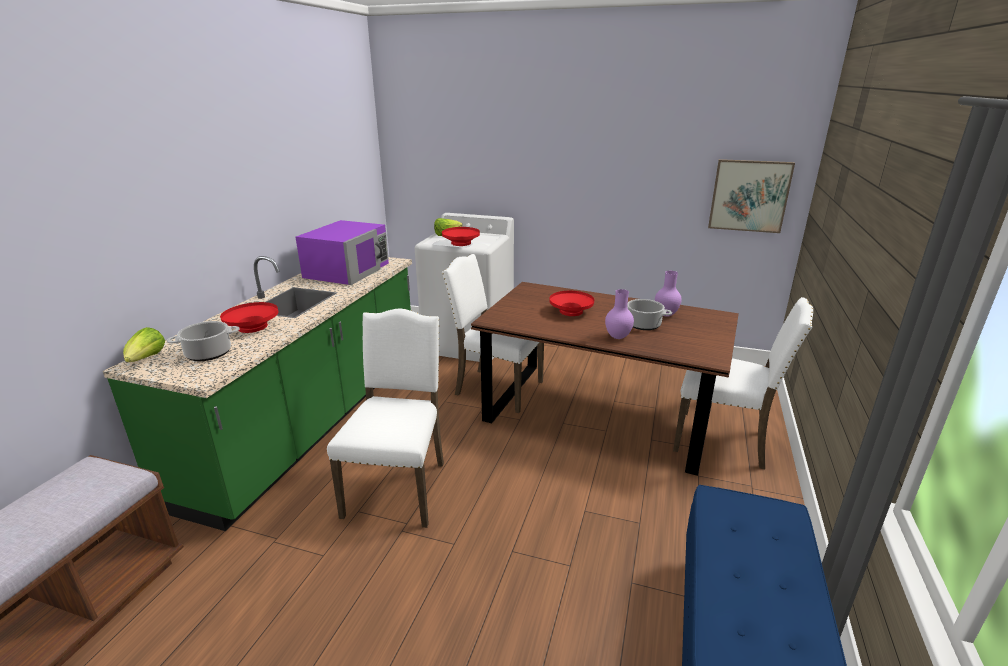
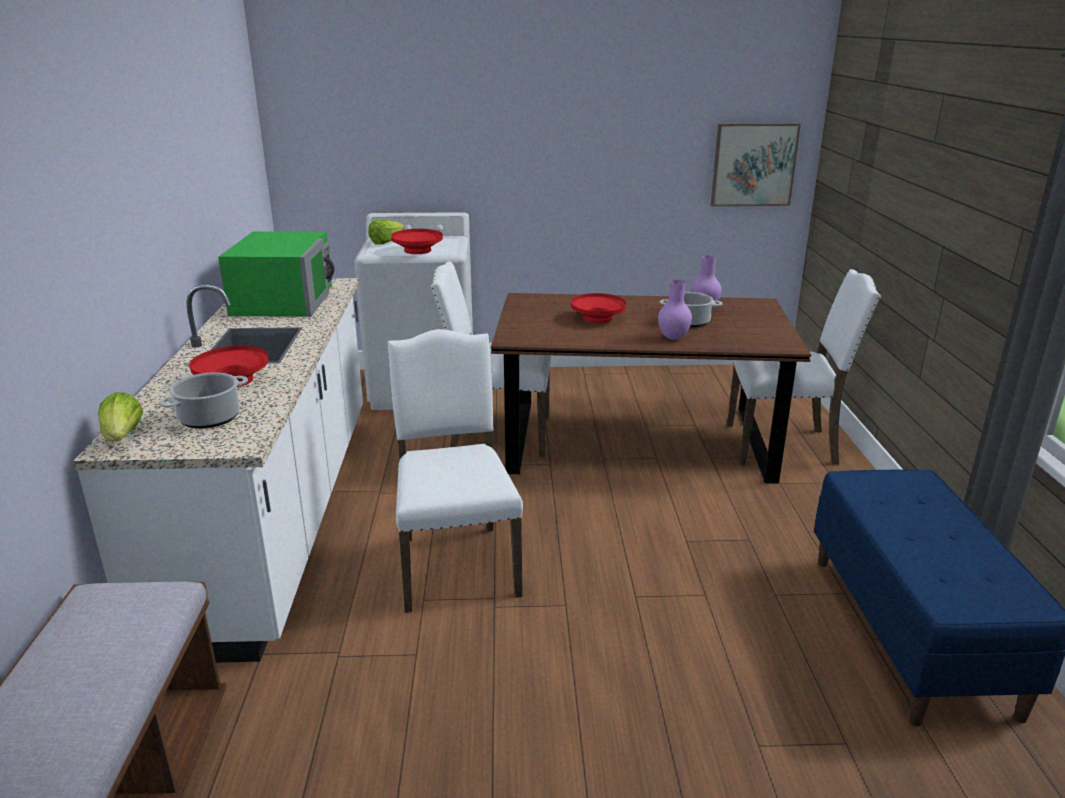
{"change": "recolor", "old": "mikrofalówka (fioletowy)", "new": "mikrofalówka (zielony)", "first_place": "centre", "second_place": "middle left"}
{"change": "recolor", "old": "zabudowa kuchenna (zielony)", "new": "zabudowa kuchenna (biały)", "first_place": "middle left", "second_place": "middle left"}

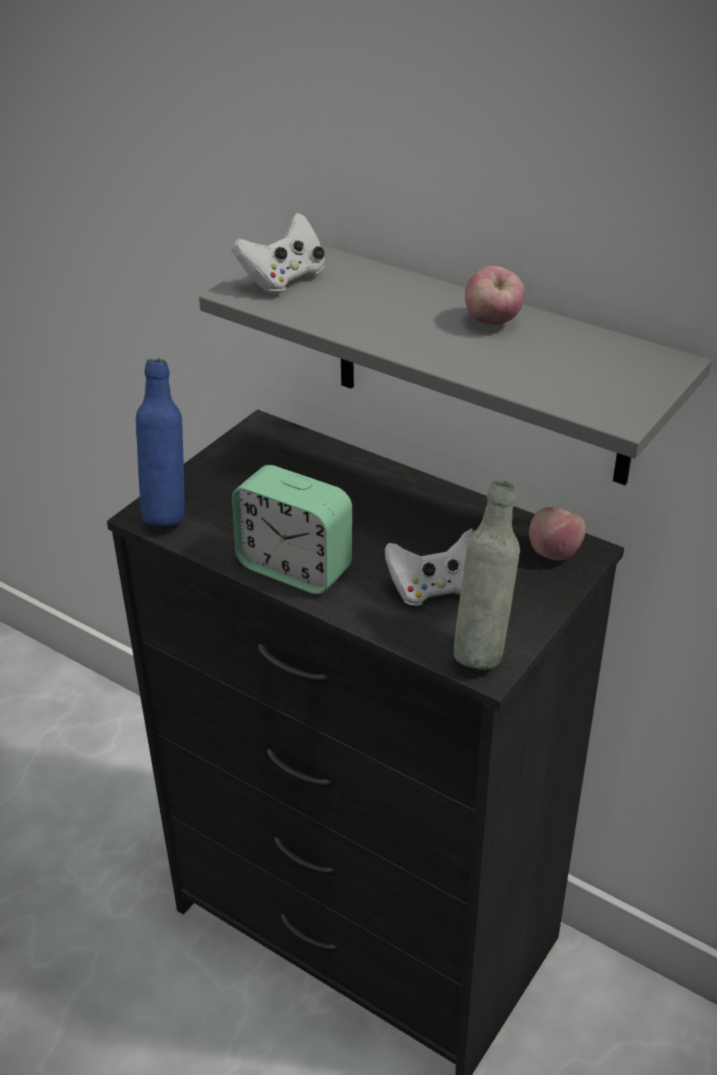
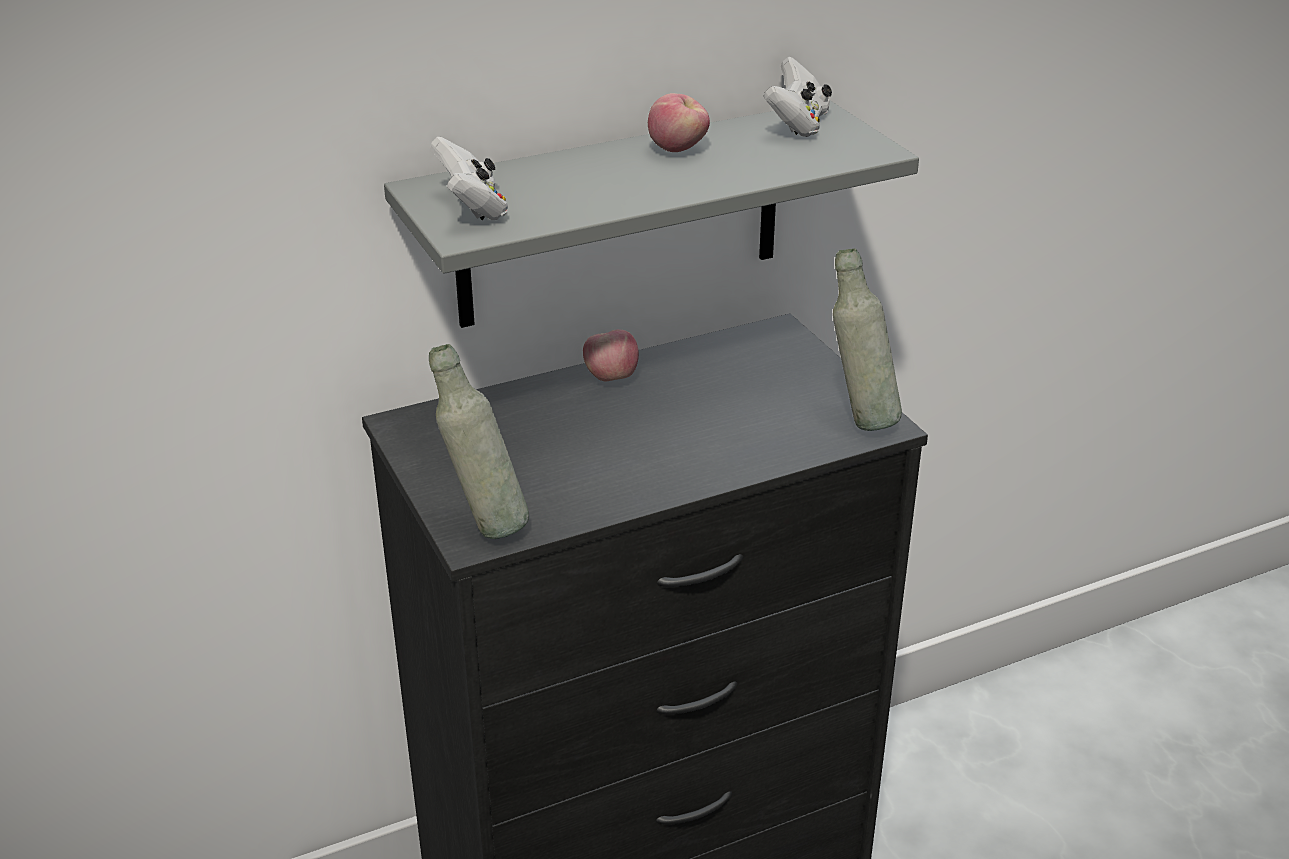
{"change": "recolor", "old": "butelka (niebieski)", "new": "butelka (szary) (1st from left)", "first_place": "middle left", "second_place": "centre"}
{"change": "delete", "old": "budzik", "first_place": "centre"}
{"change": "move", "old": "jabłko (2nd from left in the first image)", "new": "jabłko (1st from left)", "first_place": "middle right", "second_place": "centre"}
{"change": "move", "old": "pad do gier (biały) (2nd from left)", "first_place": "centre", "second_place": "top centre"}

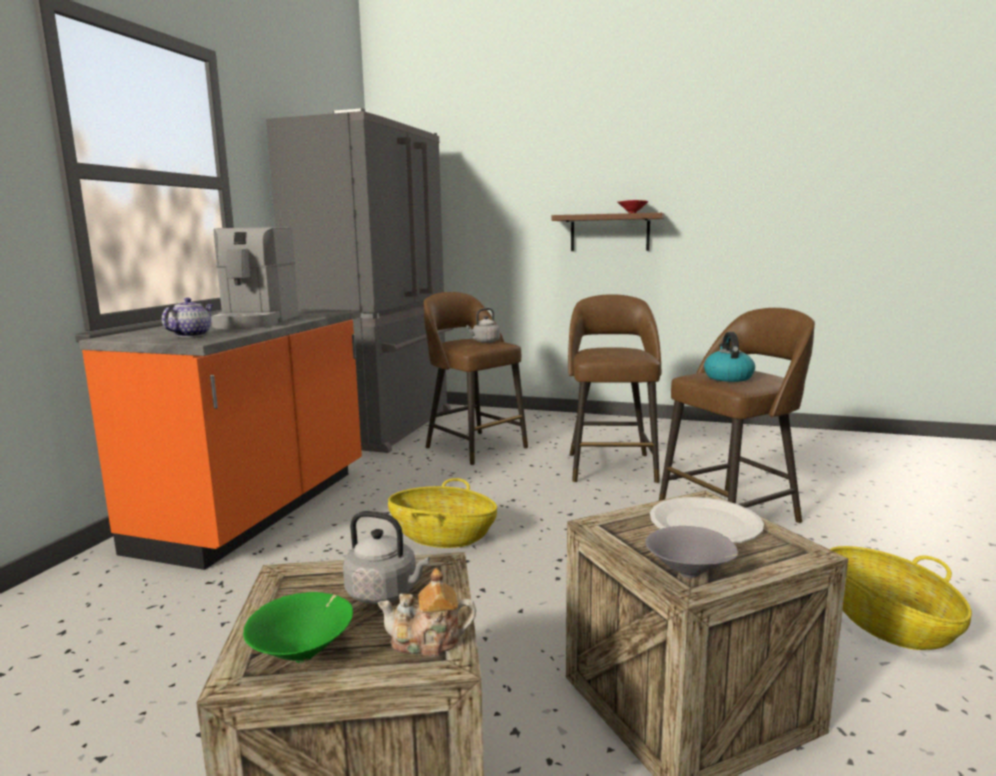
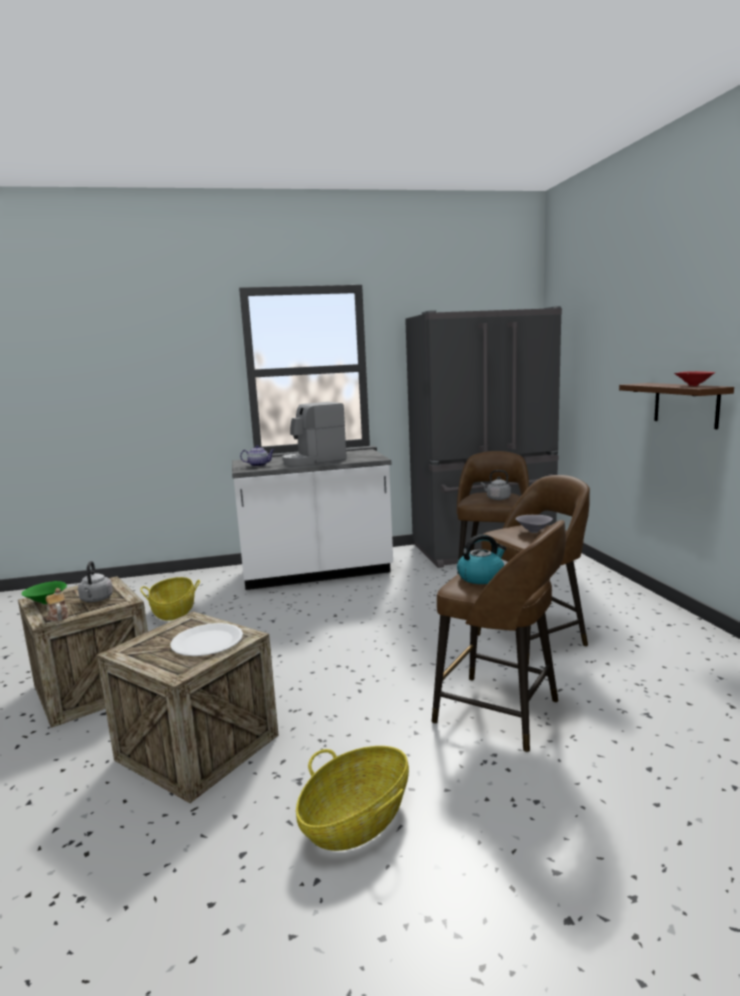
{"change": "recolor", "old": "zabudowa kuchenna (pomarańczowy)", "new": "zabudowa kuchenna (biały)", "first_place": "middle left", "second_place": "centre"}
{"change": "move", "old": "koszyk (1st from left)", "first_place": "centre", "second_place": "middle left"}
{"change": "move", "old": "miska (szary)", "first_place": "bottom right", "second_place": "middle right"}

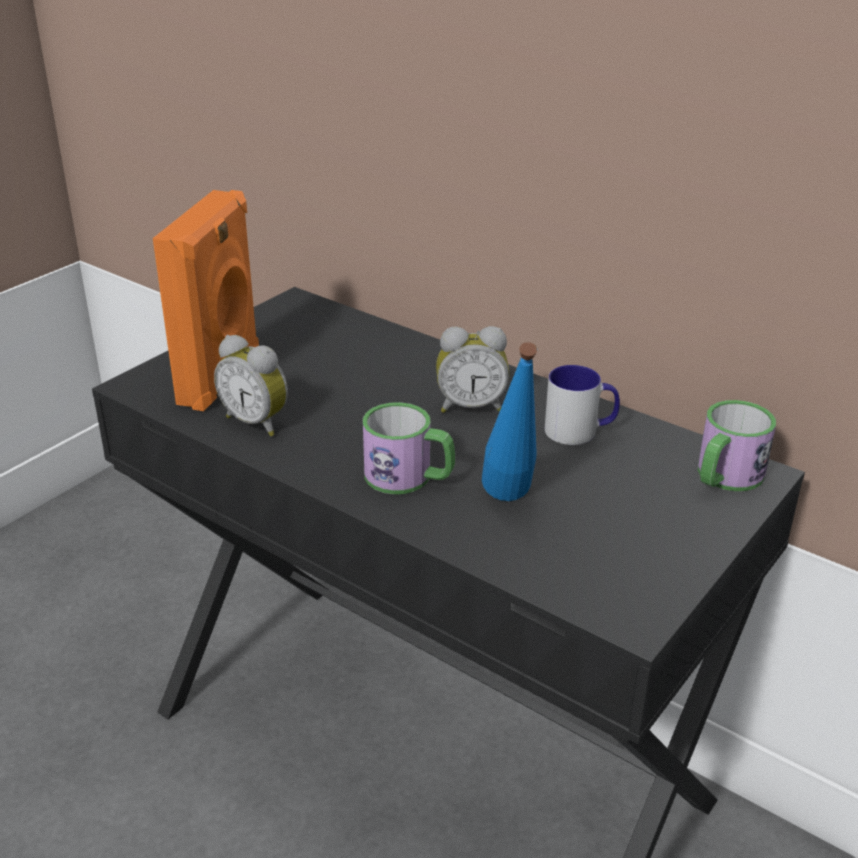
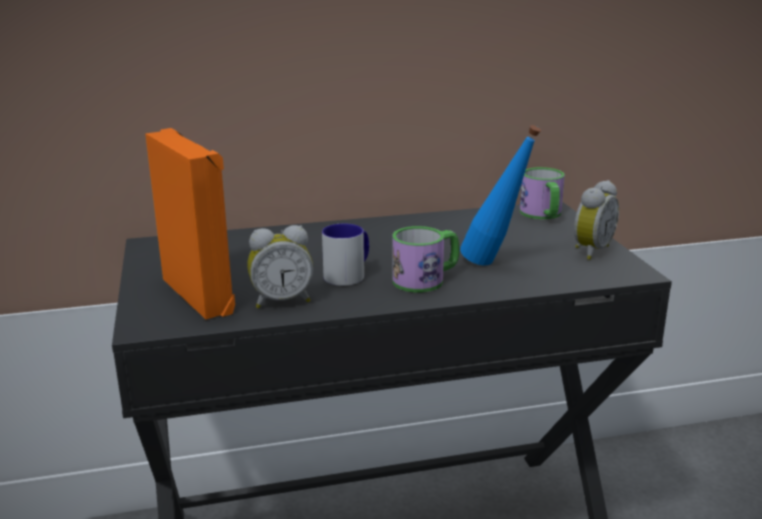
{"change": "move", "old": "budzik (2nd from left)", "first_place": "centre", "second_place": "middle right"}
{"change": "move", "old": "kubek (2nd from left in the first image)", "new": "kubek (1st from left)", "first_place": "middle right", "second_place": "centre"}

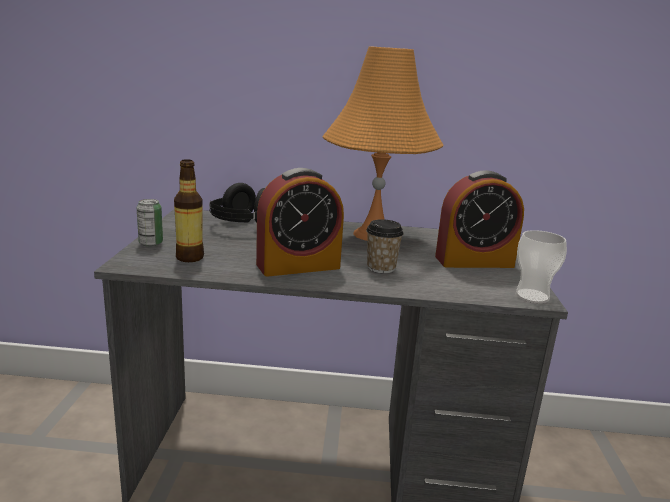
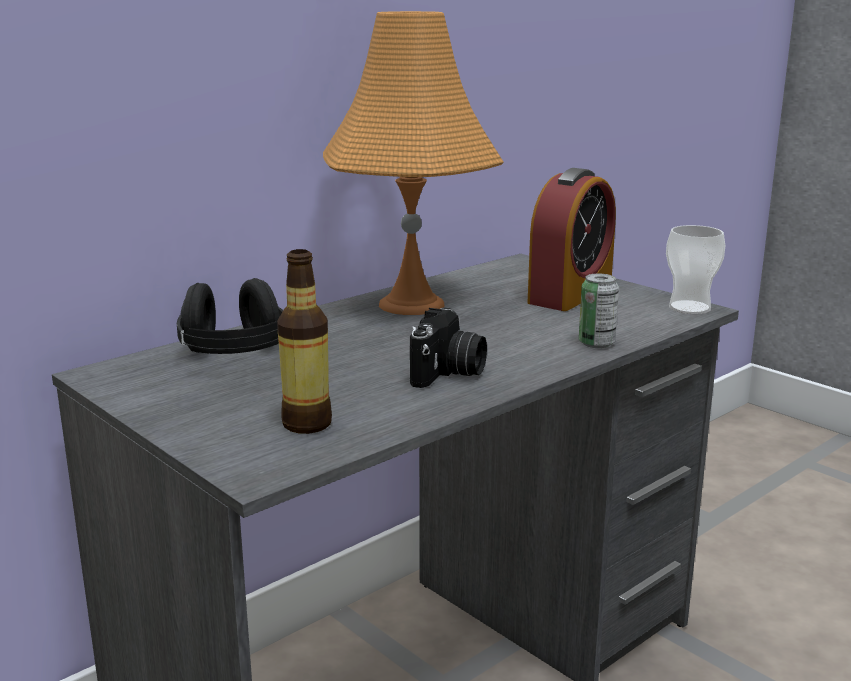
{"change": "replace", "old": "budzik (1st from left)", "new": "aparat fotograficzny", "first_place": "centre", "second_place": "centre"}
{"change": "move", "old": "puszka", "first_place": "middle left", "second_place": "middle right"}
{"change": "delete", "old": "filiżanka (1st from left)", "first_place": "centre"}

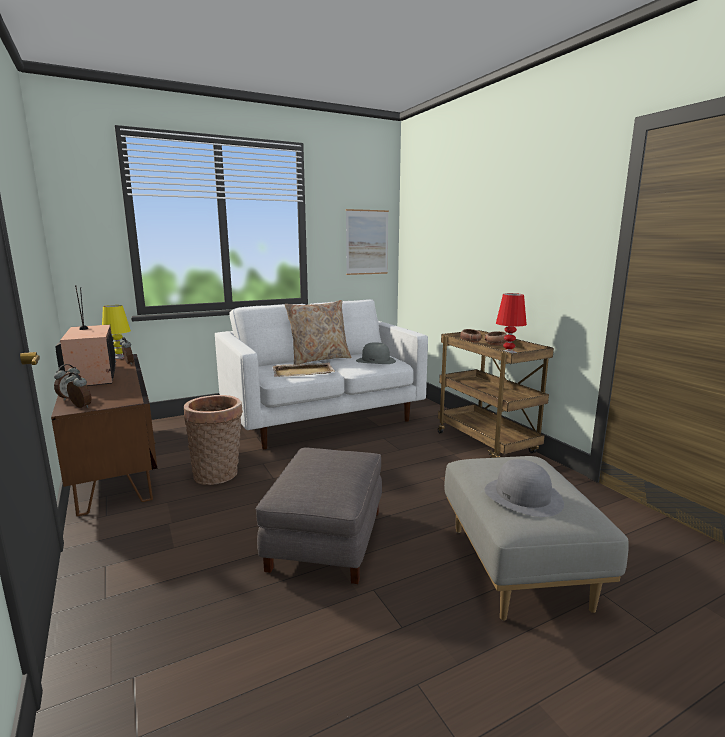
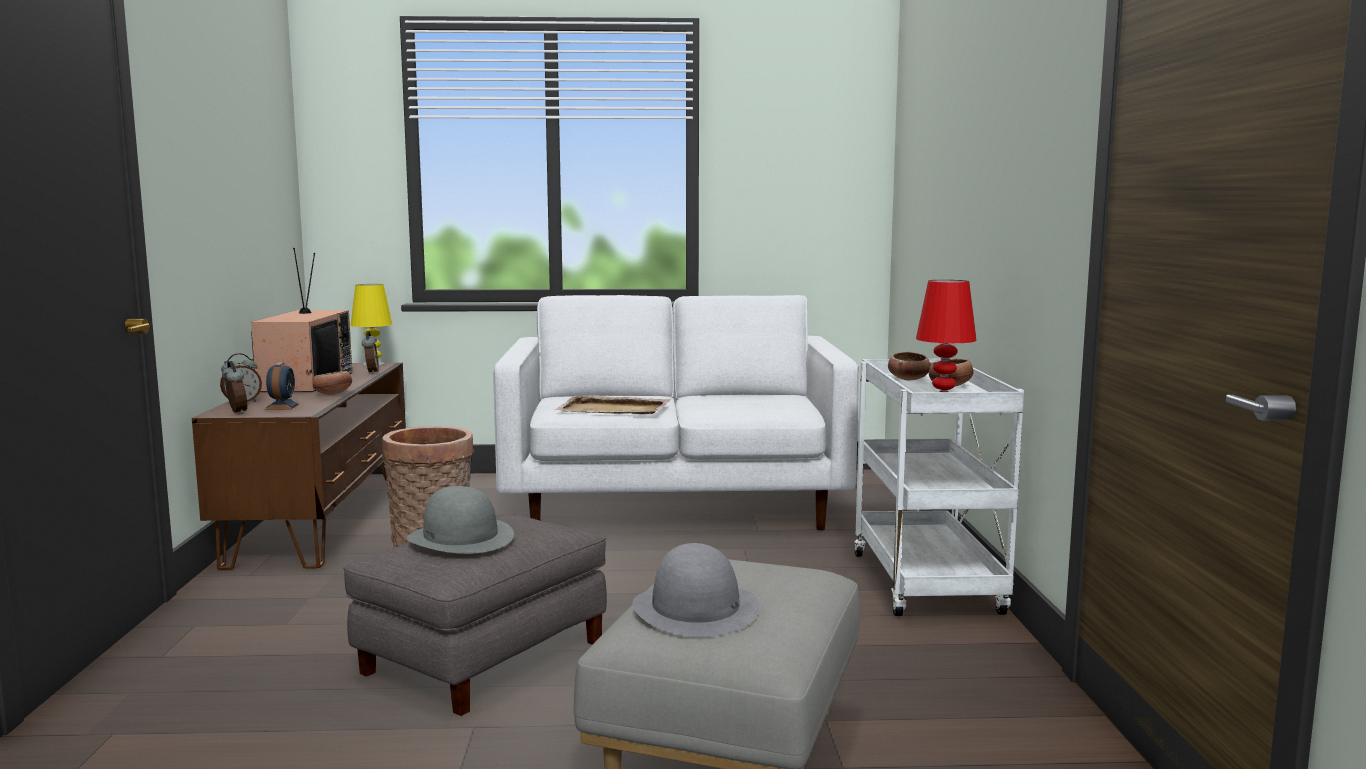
{"change": "delete", "old": "obraz", "first_place": "top centre"}
{"change": "delete", "old": "poduszka (beżowy)", "first_place": "centre"}
{"change": "recolor", "old": "wózek (brązowy)", "new": "wózek (biały)", "first_place": "middle right", "second_place": "middle right"}
{"change": "move", "old": "kapelusz (szary) (1st from left)", "first_place": "centre", "second_place": "bottom centre"}
{"change": "insert", "new": "budzik (3rd from left)", "second_place": "middle left"}
{"change": "insert", "new": "miska (1st from left)", "second_place": "middle left"}

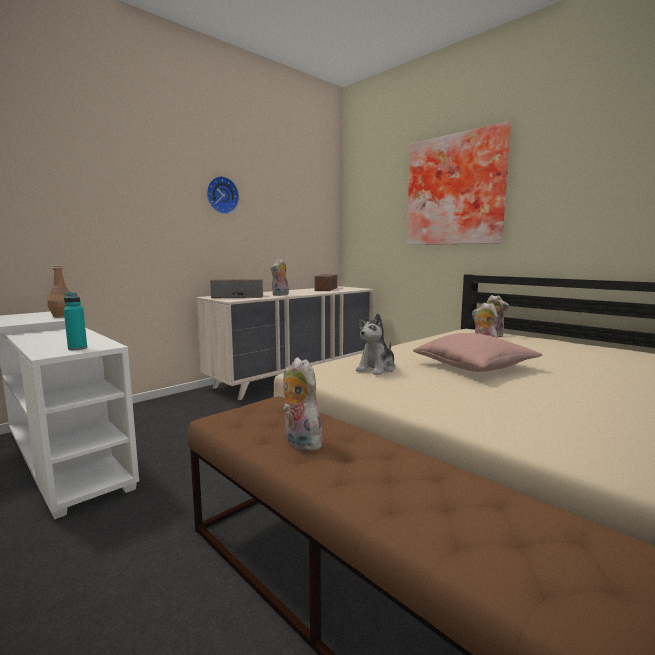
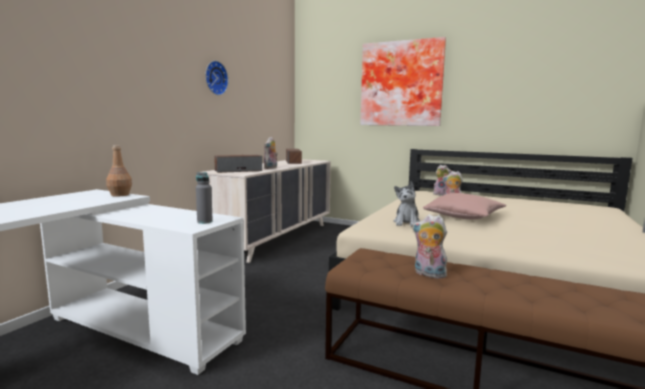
{"change": "recolor", "old": "butelka (turkusowy)", "new": "butelka (szary)", "first_place": "middle left", "second_place": "middle left"}

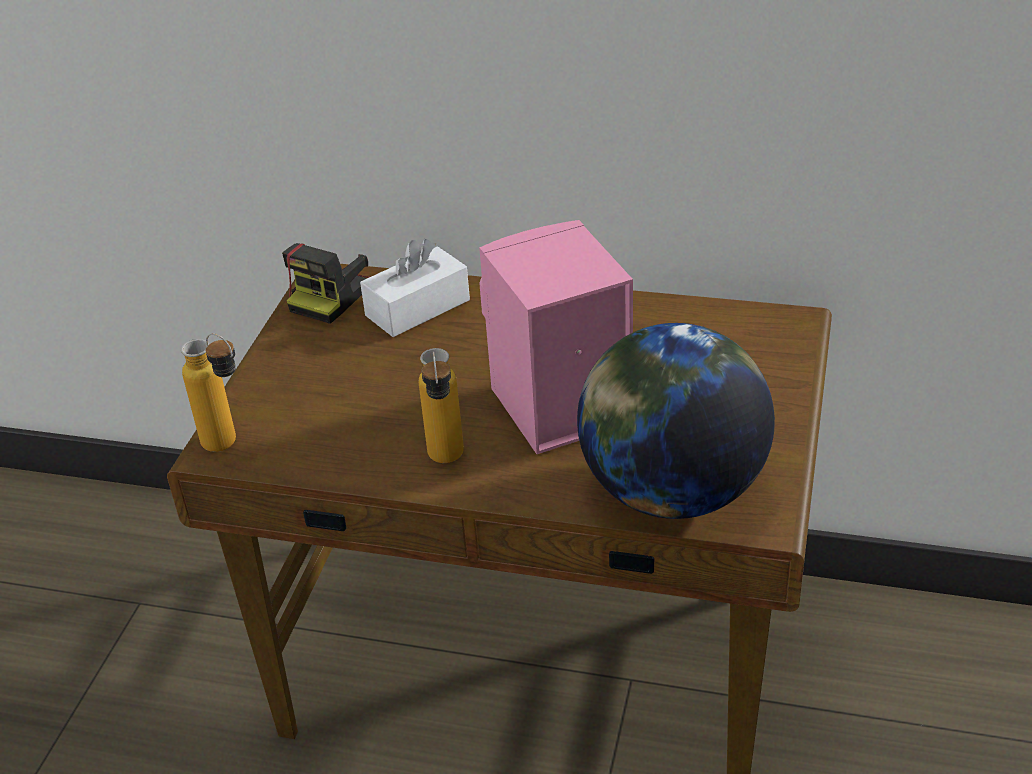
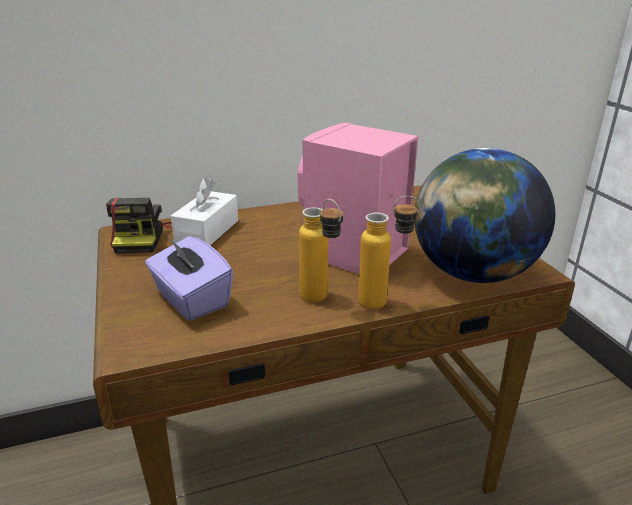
{"change": "move", "old": "butelka (1st from left in the first image)", "new": "butelka (2nd from left)", "first_place": "middle left", "second_place": "centre"}
{"change": "insert", "new": "pudełko chusteczek (fioletowy)", "second_place": "middle left"}

